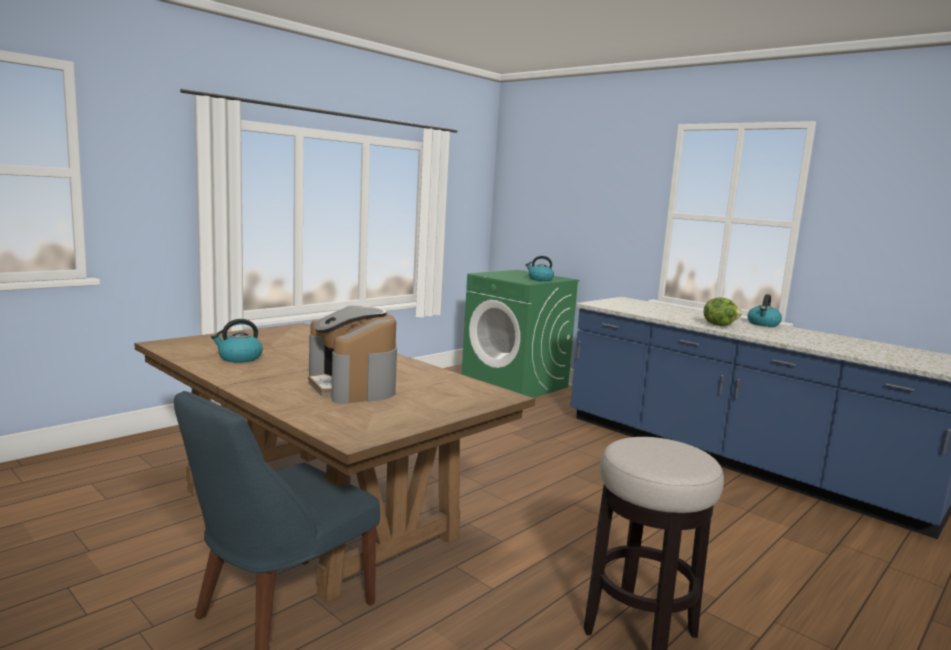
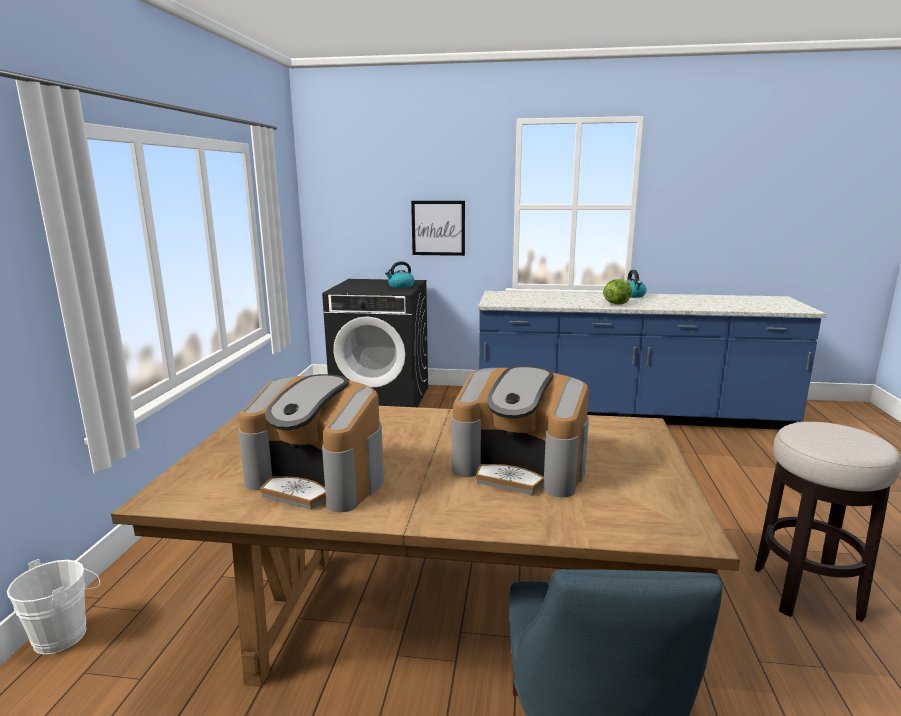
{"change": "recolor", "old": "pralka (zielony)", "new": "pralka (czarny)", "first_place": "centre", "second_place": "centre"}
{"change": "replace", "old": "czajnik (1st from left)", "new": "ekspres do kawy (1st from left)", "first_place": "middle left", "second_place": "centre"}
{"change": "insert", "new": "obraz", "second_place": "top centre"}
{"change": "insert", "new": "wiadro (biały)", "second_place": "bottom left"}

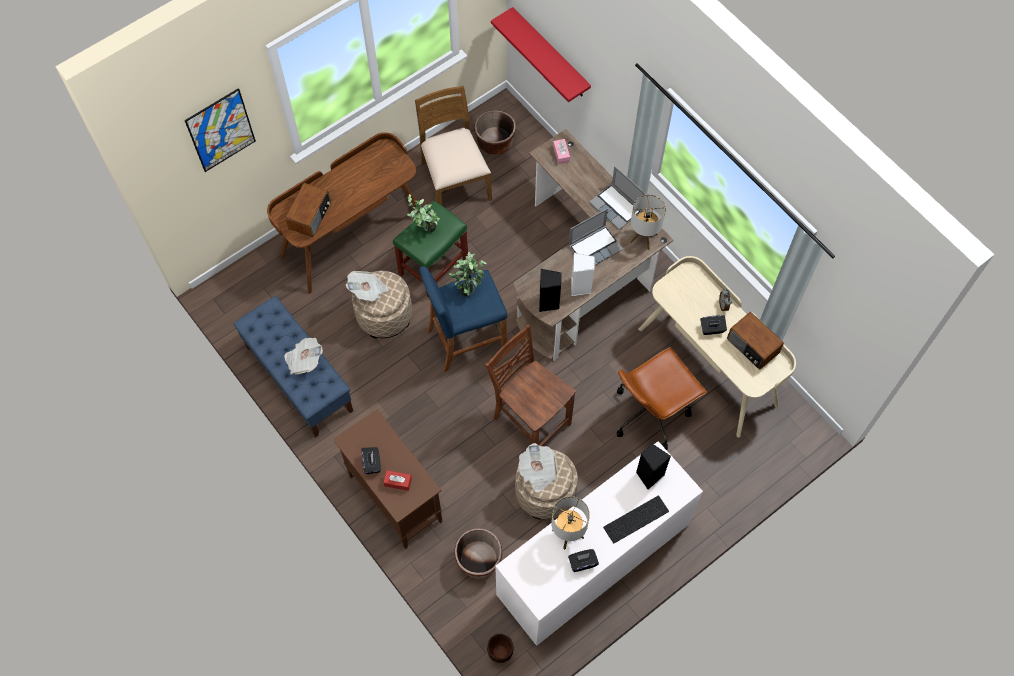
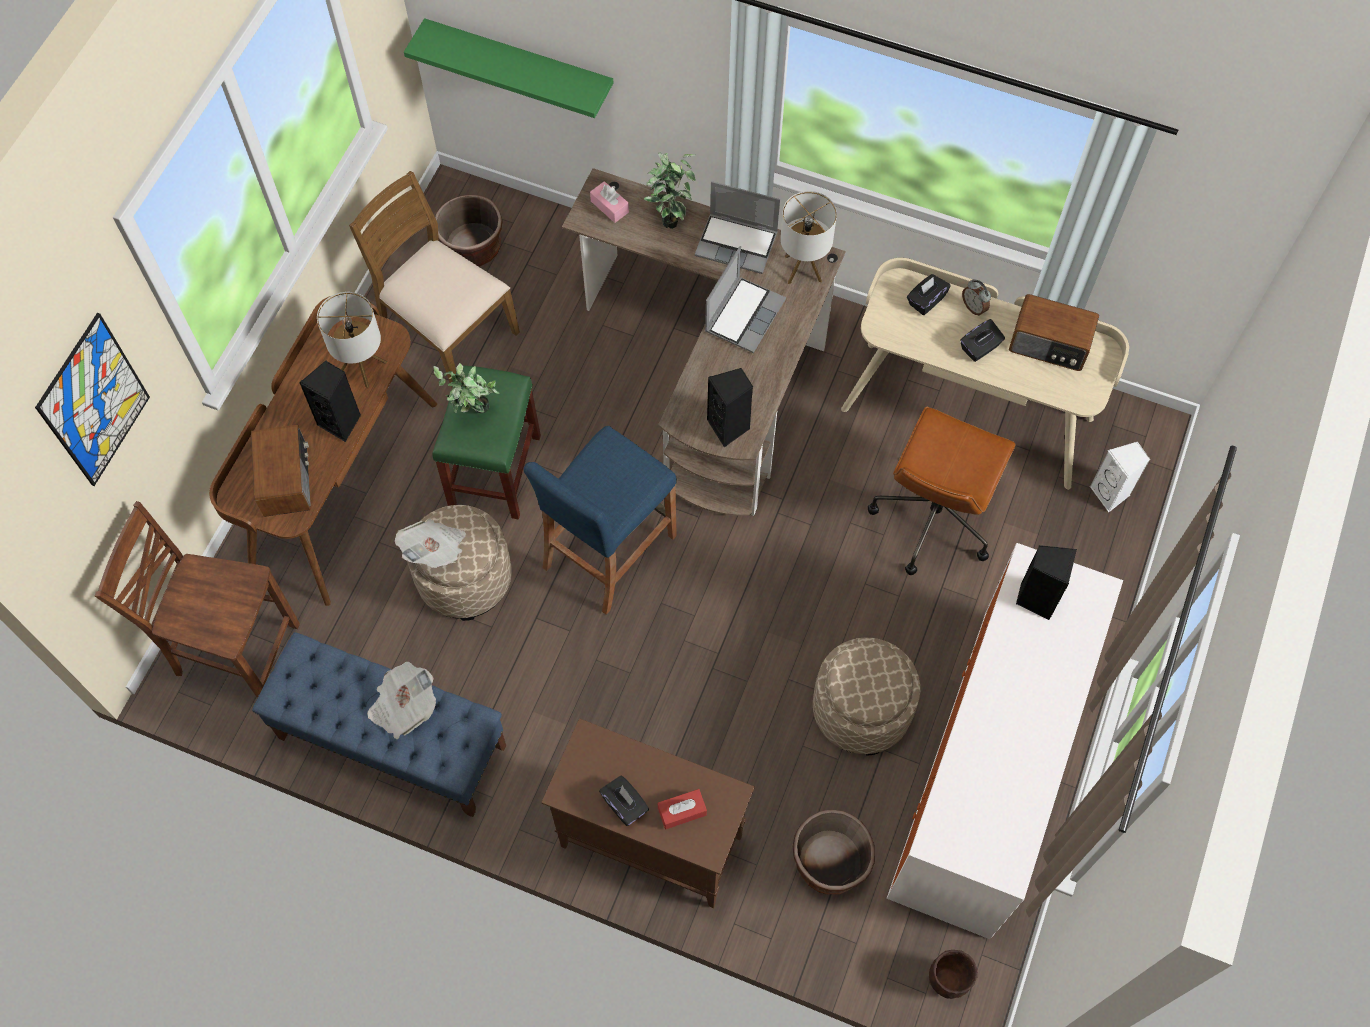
{"change": "recolor", "old": "półka (czerwony)", "new": "półka (zielony)", "first_place": "top centre", "second_place": "top centre"}
{"change": "move", "old": "roślina doniczkowa (2nd from left)", "first_place": "centre", "second_place": "top centre"}
{"change": "move", "old": "głośnik (biały)", "first_place": "centre", "second_place": "middle right"}
{"change": "move", "old": "krzesło (brązowy) (2nd from left in the first image)", "new": "krzesło (brązowy) (1st from left)", "first_place": "centre", "second_place": "middle left"}
{"change": "delete", "old": "gazeta (3rd from left)", "first_place": "bottom centre"}
{"change": "move", "old": "lampa stołowa (1st from left)", "first_place": "bottom centre", "second_place": "top left"}
{"change": "delete", "old": "klawiatura", "first_place": "bottom centre"}
{"change": "move", "old": "pudełko chusteczek (czarny) (2nd from left)", "first_place": "bottom centre", "second_place": "top right"}
{"change": "insert", "new": "głośnik (czarny) (1st from left)", "second_place": "middle left"}

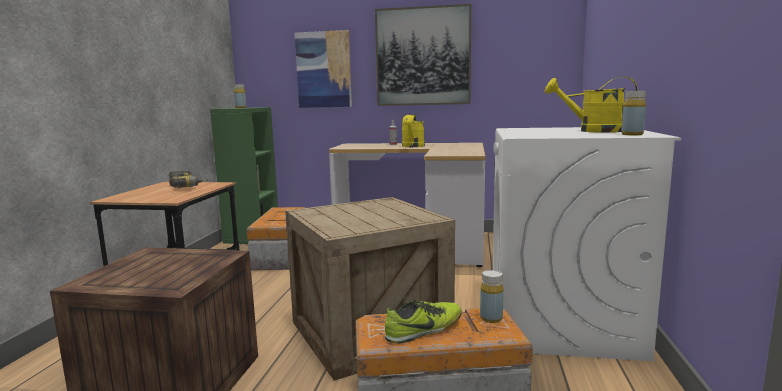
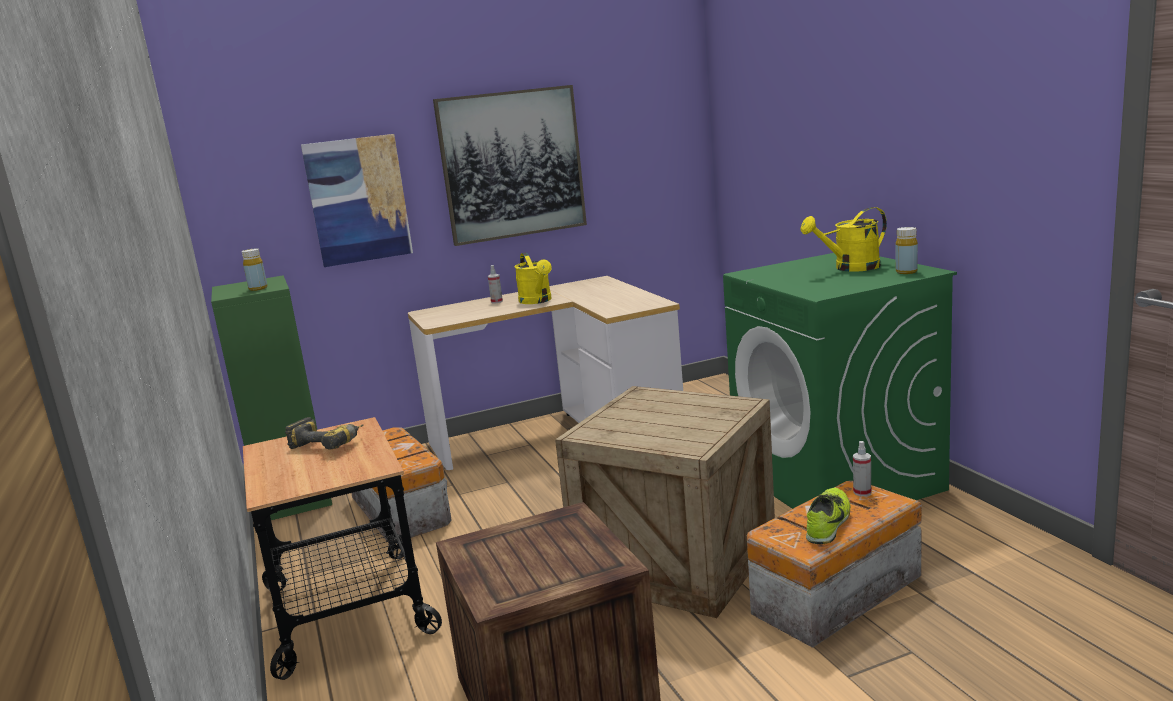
{"change": "recolor", "old": "pralka (biały)", "new": "pralka (zielony)", "first_place": "middle right", "second_place": "middle right"}
{"change": "replace", "old": "butelka (żółty) (2nd from left)", "new": "spryskiwacz (2nd from left)", "first_place": "bottom centre", "second_place": "bottom right"}

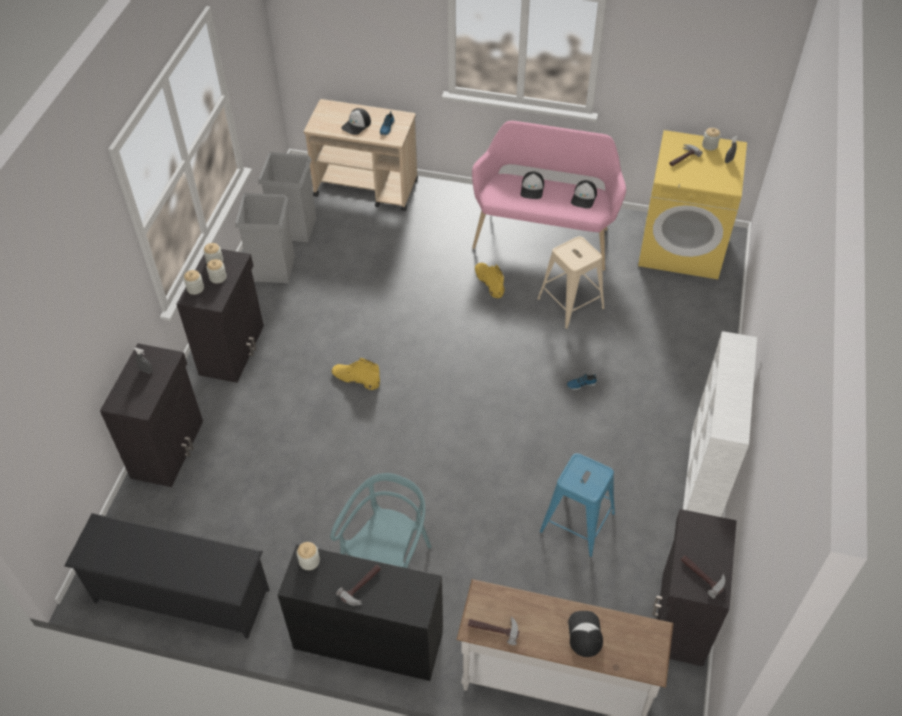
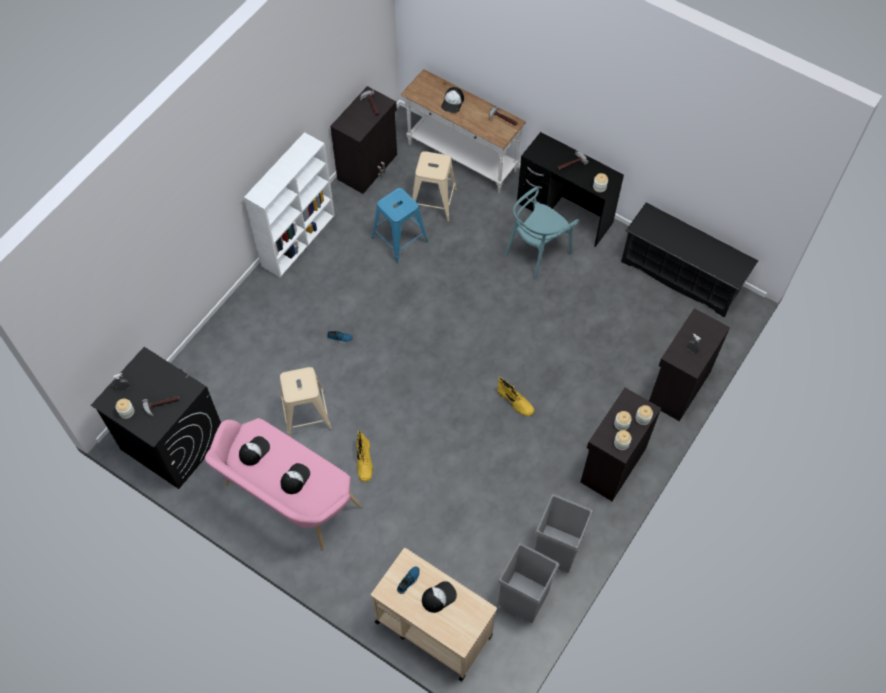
{"change": "recolor", "old": "pralka (żółty)", "new": "pralka (czarny)", "first_place": "top right", "second_place": "middle left"}
{"change": "insert", "new": "stołek (beżowy) (2nd from left)", "second_place": "top centre"}

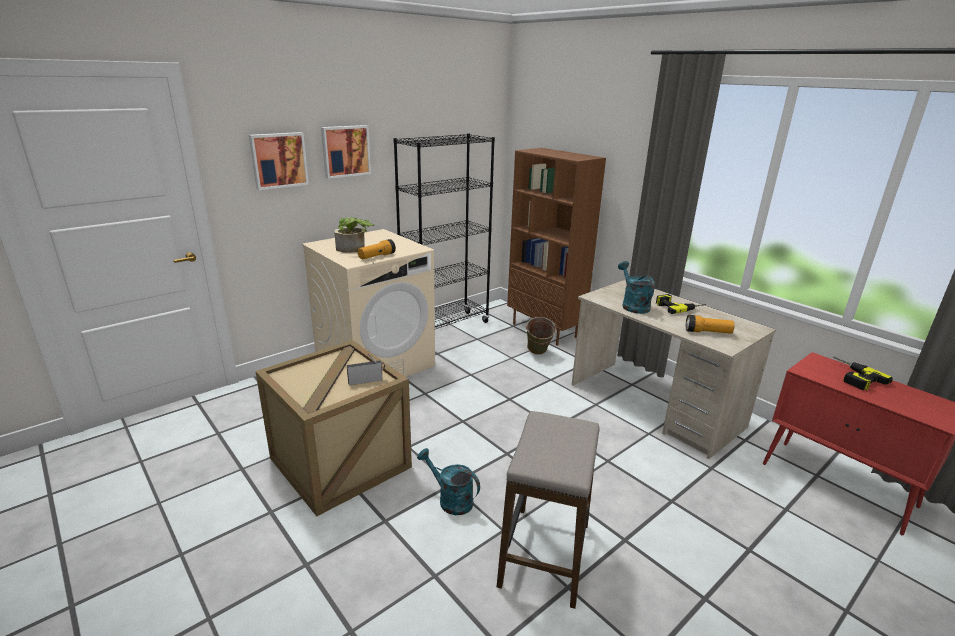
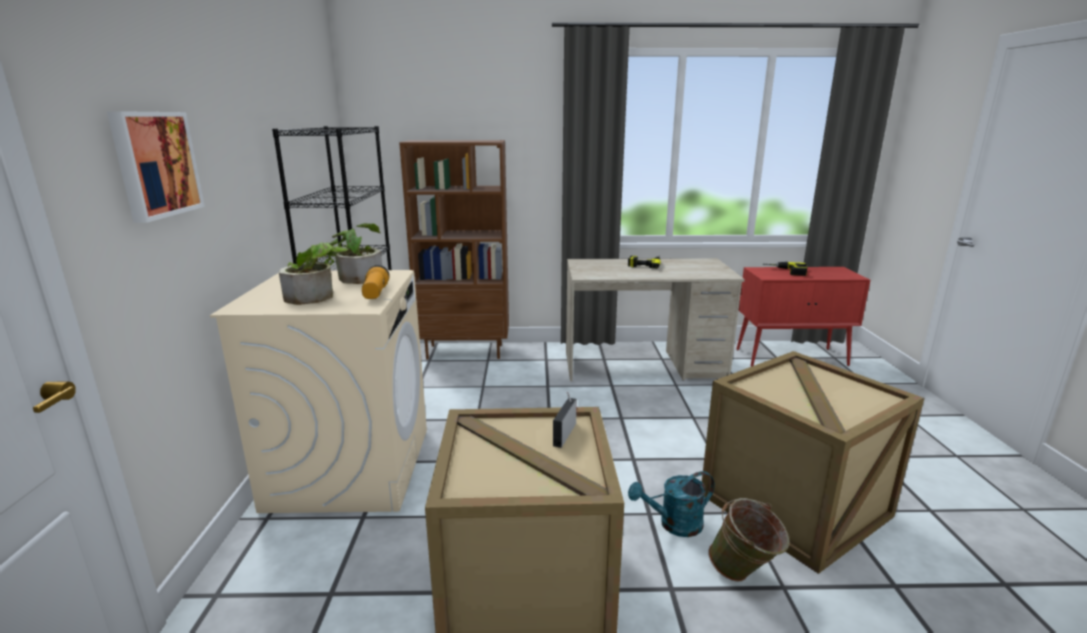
{"change": "delete", "old": "obraz (2nd from left)", "first_place": "top centre"}
{"change": "delete", "old": "konewka (turkusowy) (2nd from left)", "first_place": "centre"}
{"change": "delete", "old": "latarka (2nd from left)", "first_place": "middle right"}
{"change": "move", "old": "wiadro (zielony)", "first_place": "centre", "second_place": "bottom right"}
{"change": "replace", "old": "stołek", "new": "skrzynka (2nd from left)", "first_place": "bottom centre", "second_place": "bottom right"}
{"change": "insert", "new": "roślina doniczkowa (2nd from left)", "second_place": "middle left"}

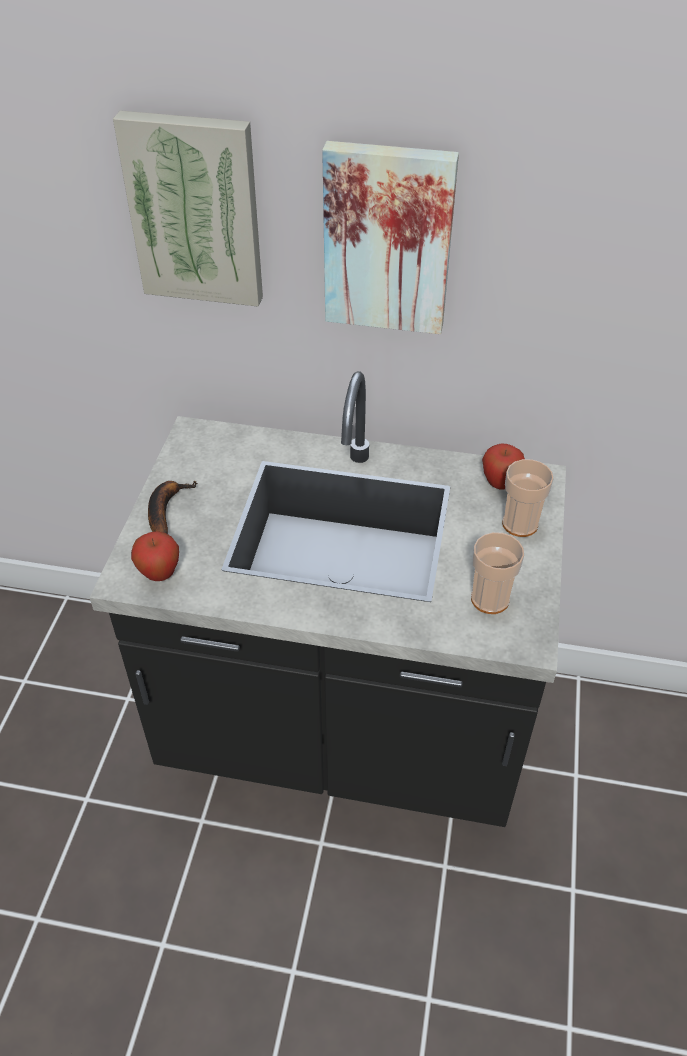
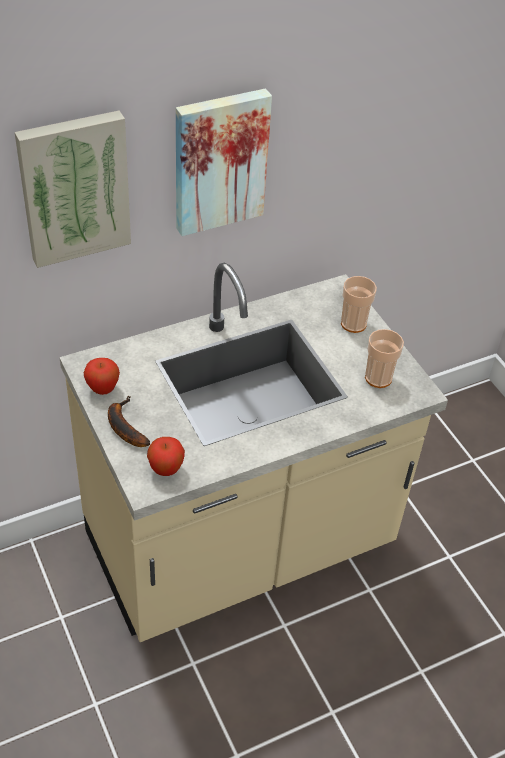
{"change": "recolor", "old": "zabudowa kuchenna (czarny)", "new": "zabudowa kuchenna (beżowy)", "first_place": "centre", "second_place": "centre"}
{"change": "move", "old": "jabłko (2nd from left in the first image)", "new": "jabłko (1st from left)", "first_place": "middle right", "second_place": "middle left"}

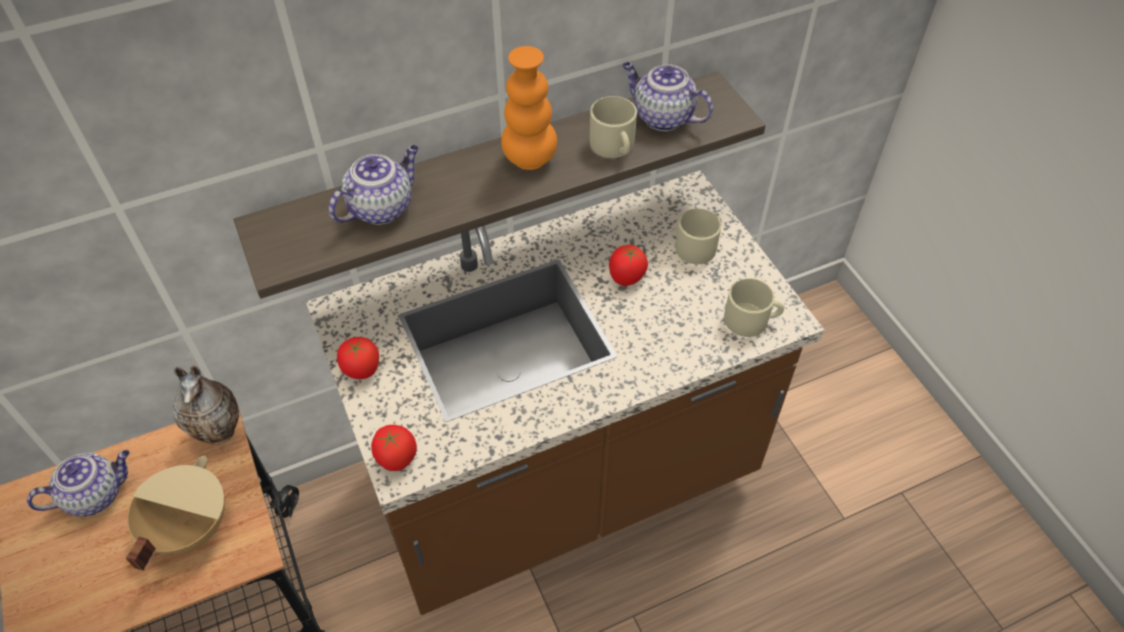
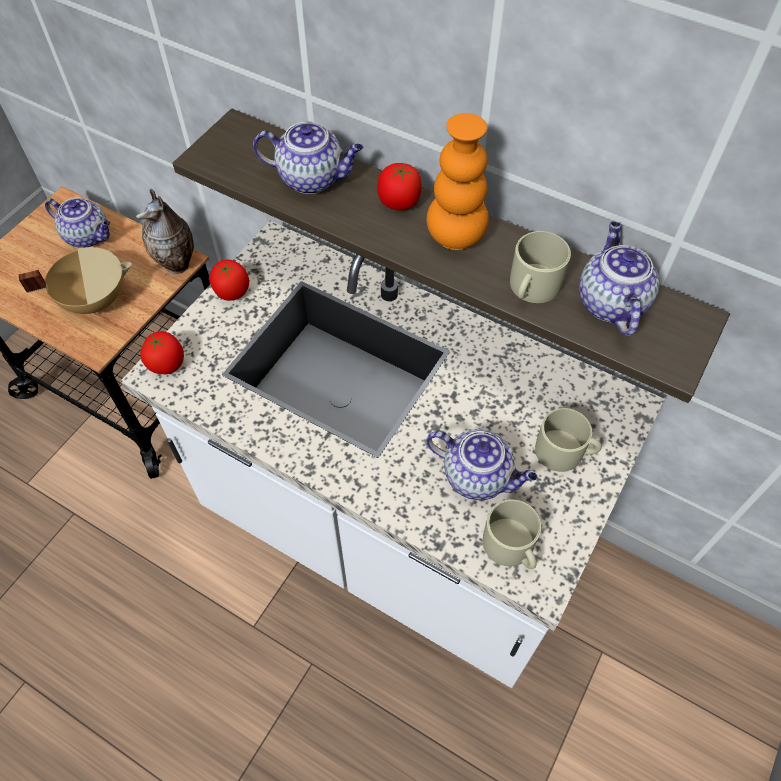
{"change": "recolor", "old": "zabudowa kuchenna (brązowy)", "new": "zabudowa kuchenna (biały)", "first_place": "centre", "second_place": "centre"}
{"change": "move", "old": "pomidor (3rd from left)", "first_place": "centre", "second_place": "top centre"}
{"change": "insert", "new": "imbryk (3rd from left)", "second_place": "centre"}

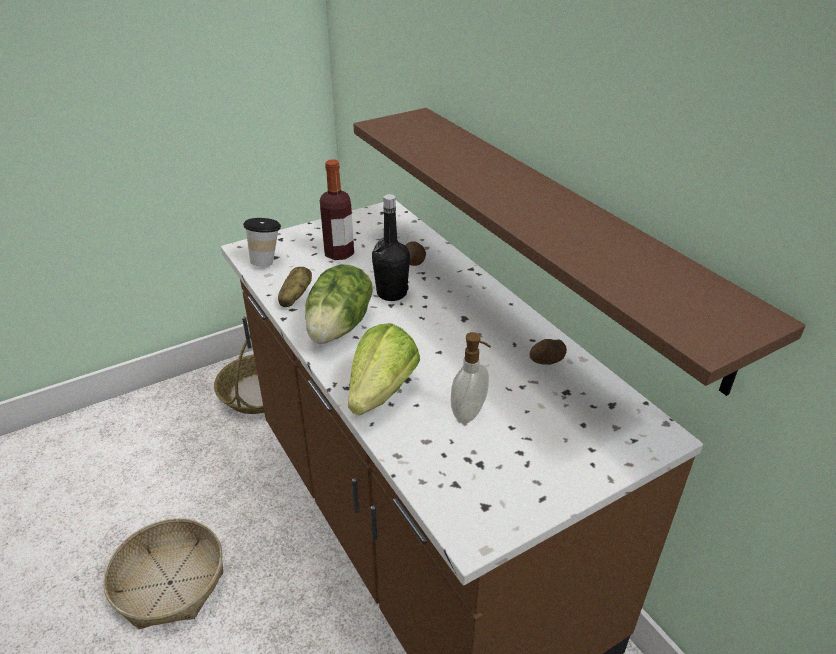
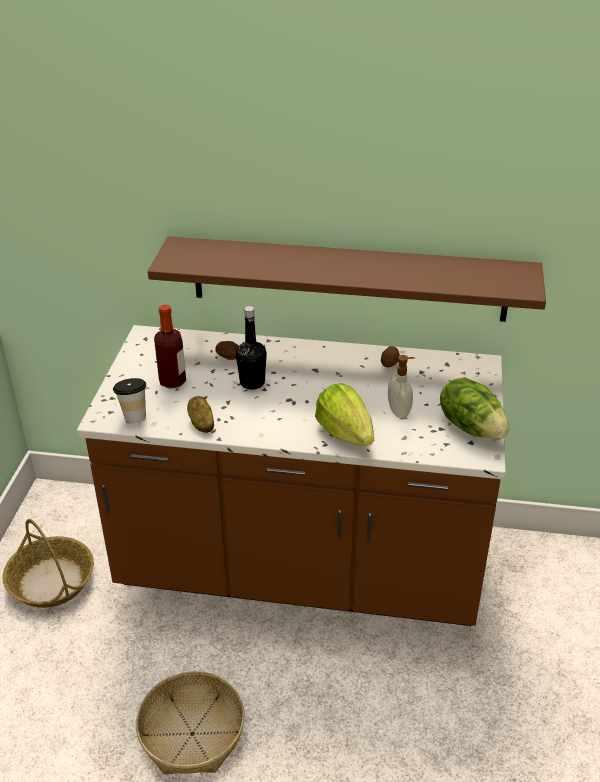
{"change": "move", "old": "sałata (1st from left in the first image)", "new": "sałata (2nd from left)", "first_place": "centre", "second_place": "middle right"}

